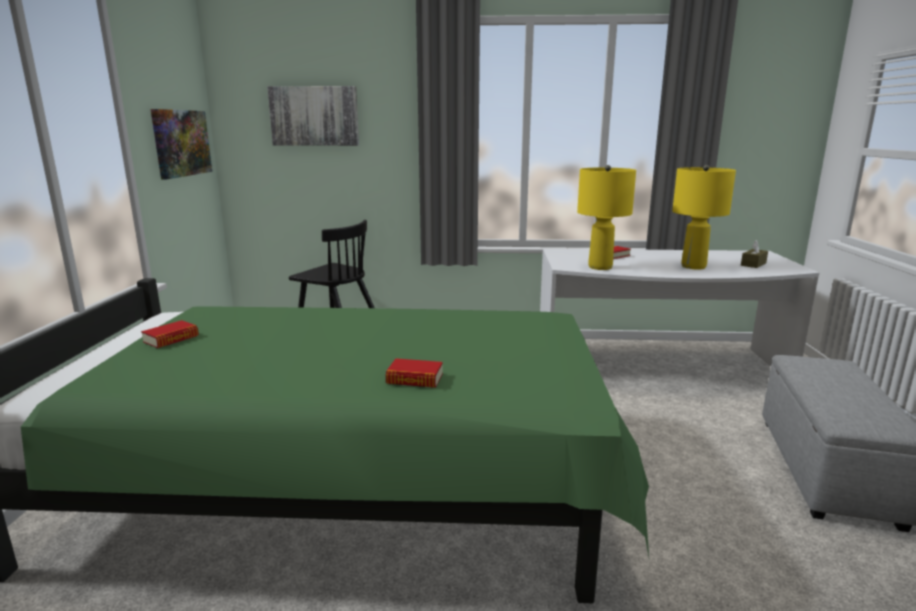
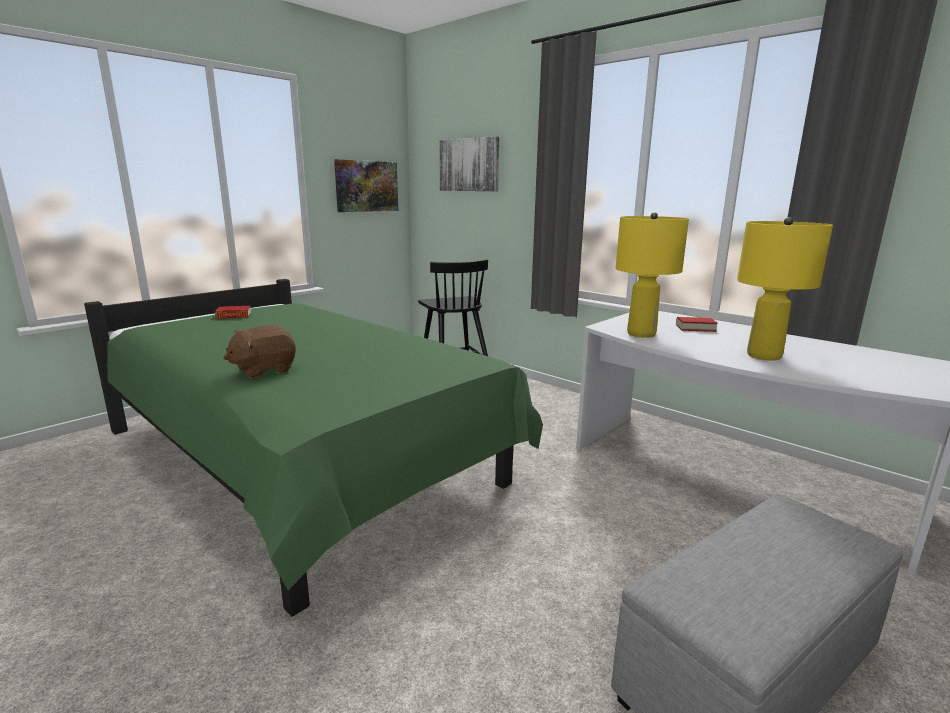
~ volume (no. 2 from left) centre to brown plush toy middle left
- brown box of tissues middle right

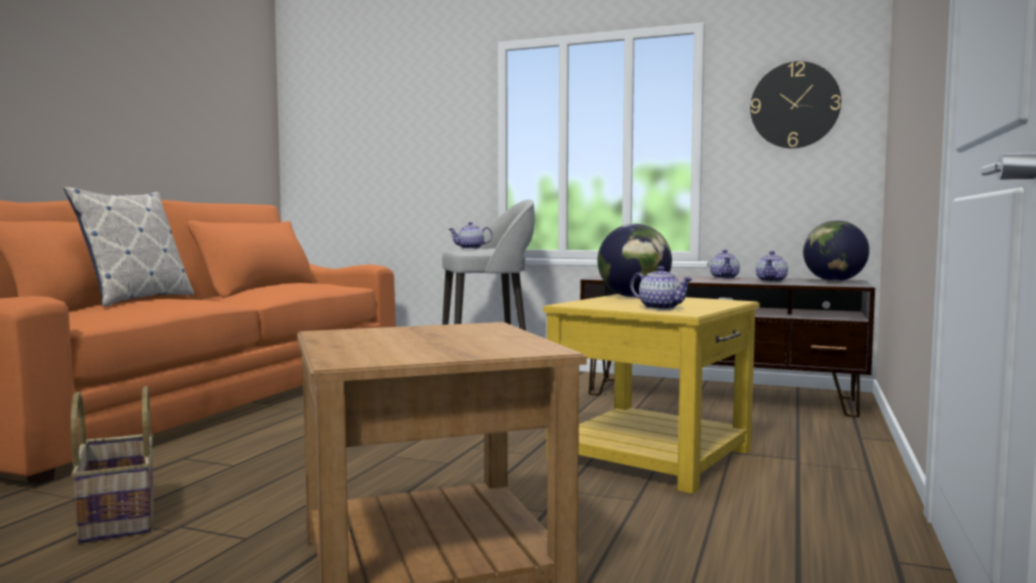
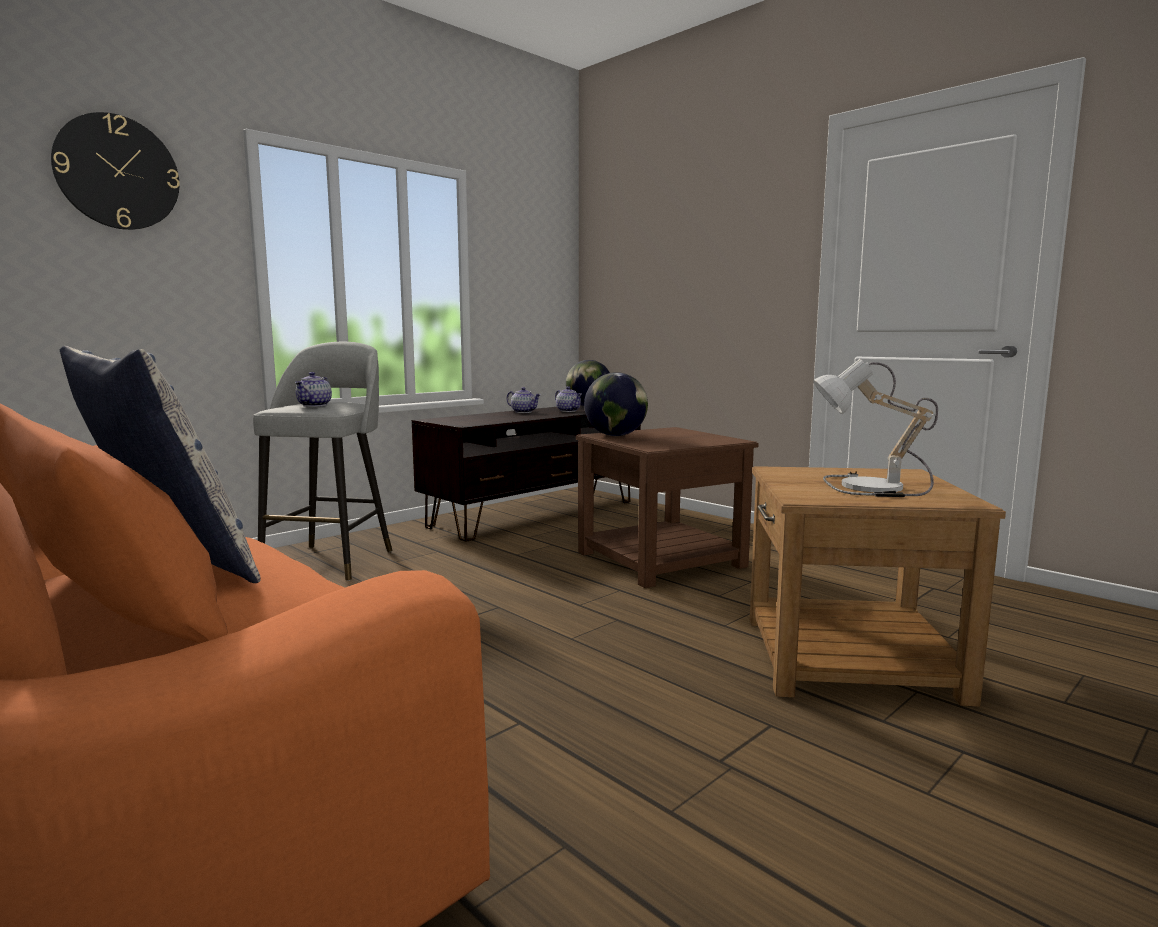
~ wall clock top right to top left
~ yellow end table bottom centre to brown end table (no. 1 from left) centre
+ lamp for a table middle right
- household basket bottom left
- tea pot (no. 2 from left) centre

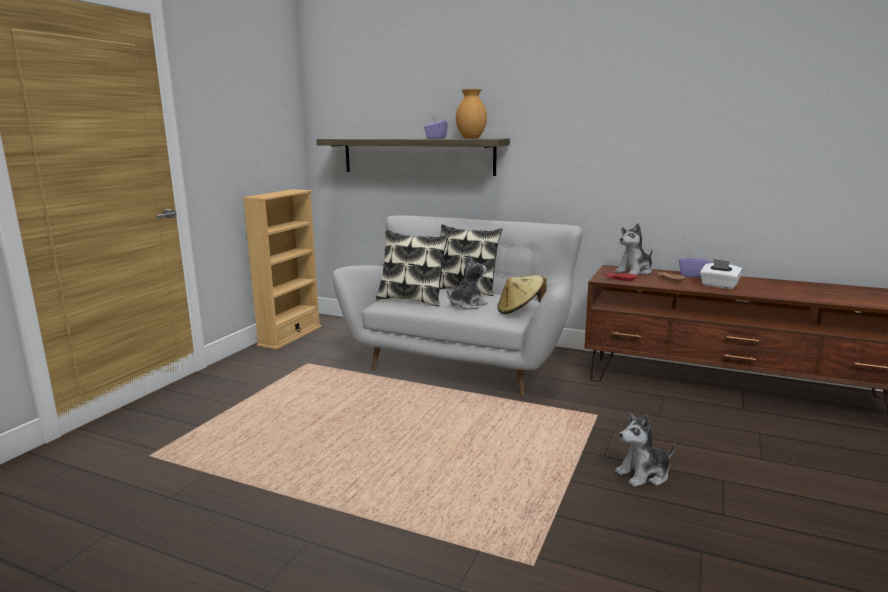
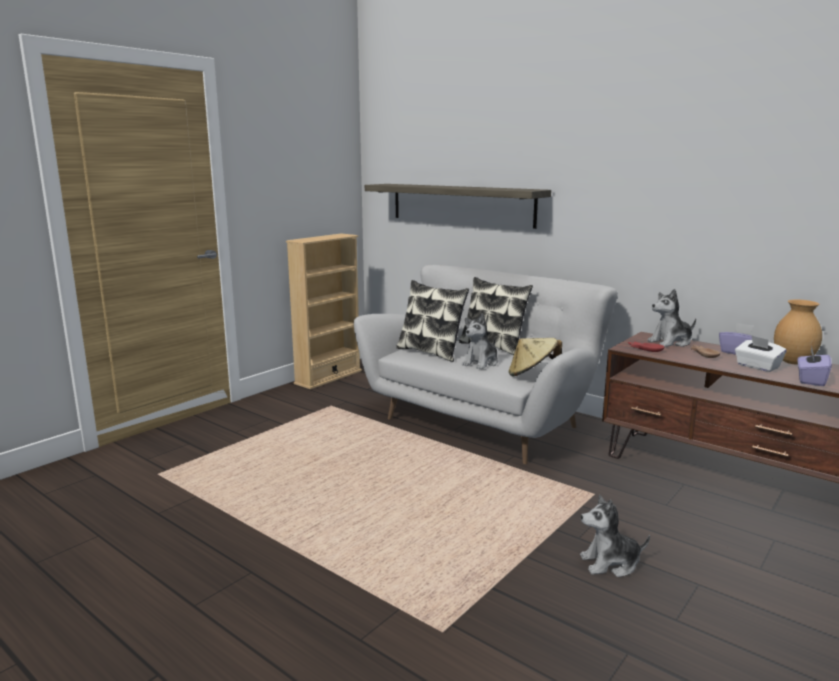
~ plush toy (no. 1 from left) centre = centre 150 degrees clockwise
~ brown flower vase top centre to middle right
~ purplish box of tissues (no. 1 from left in the first image) top centre to purplish box of tissues (no. 2 from left) middle right

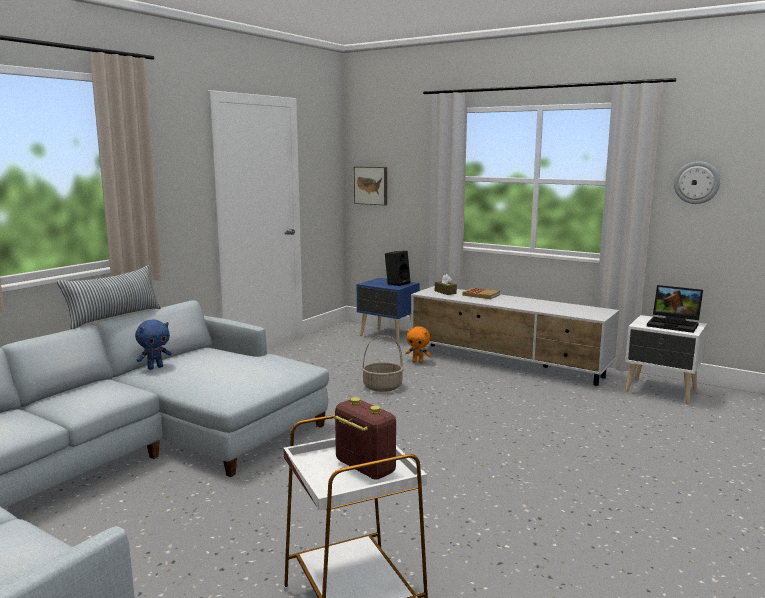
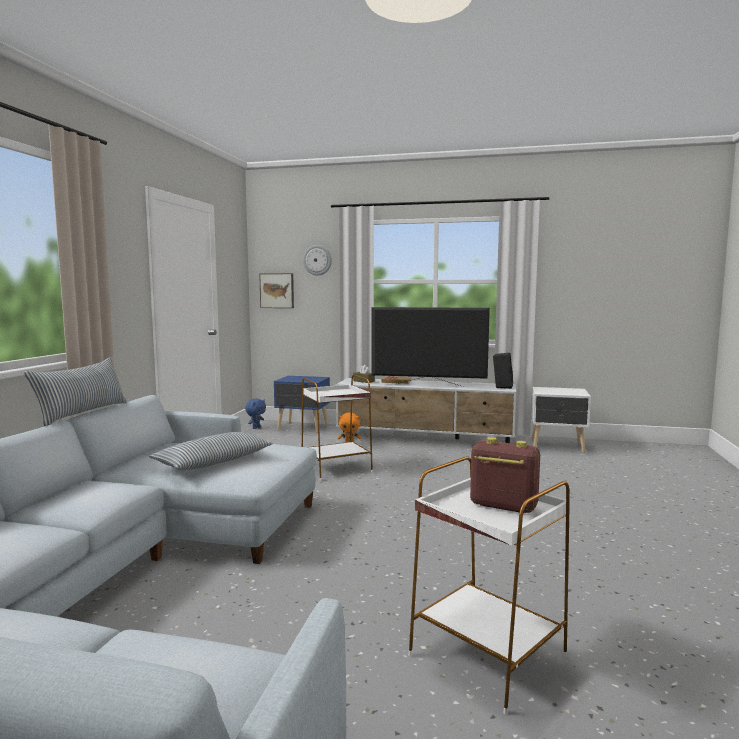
+ throw pillow (no. 2 from left) middle left
~ bluish plush toy middle left to centre
~ household basket centre to whitish end table (no. 1 from left) centre
~ wall clock top right to centre
+ television centre
~ black-coloured audio speaker centre to middle right
- laptop middle right

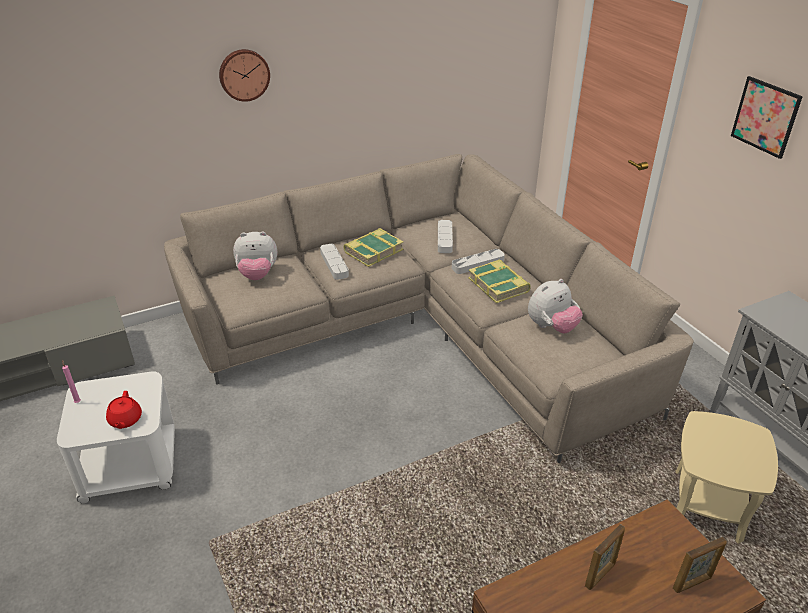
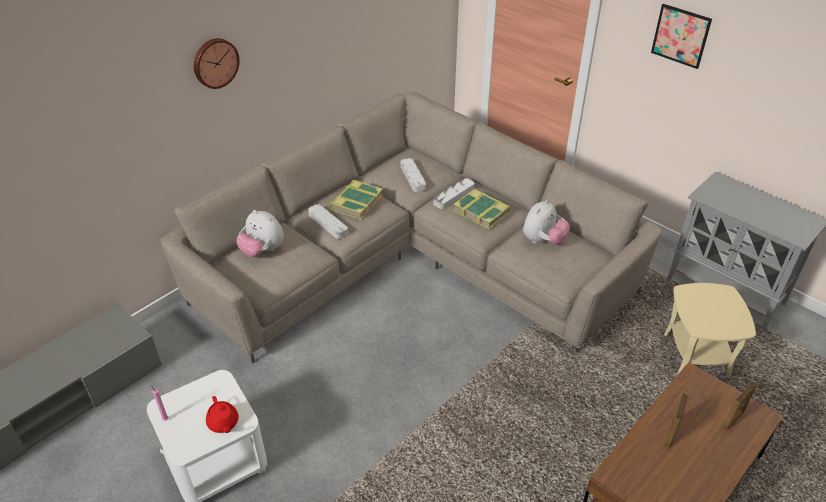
~ plush toy (no. 1 from left) middle left = middle left 60 degrees clockwise

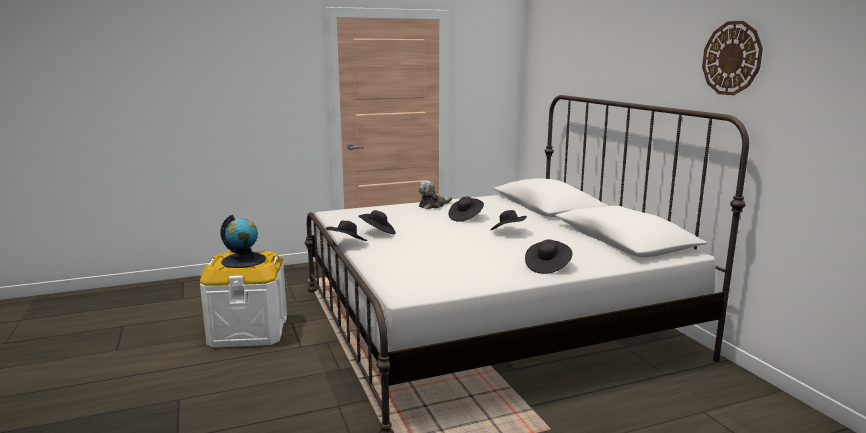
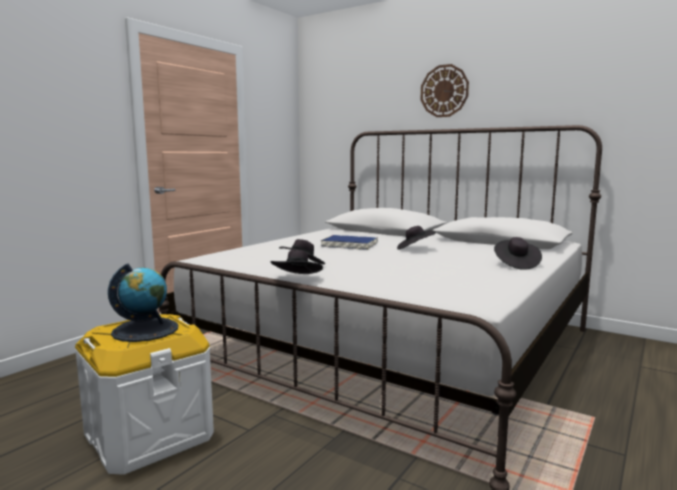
~ black-coloured hat (no. 3 from left) centre to bluish volume centre
~ wall clock top right to top centre
- plush toy centre

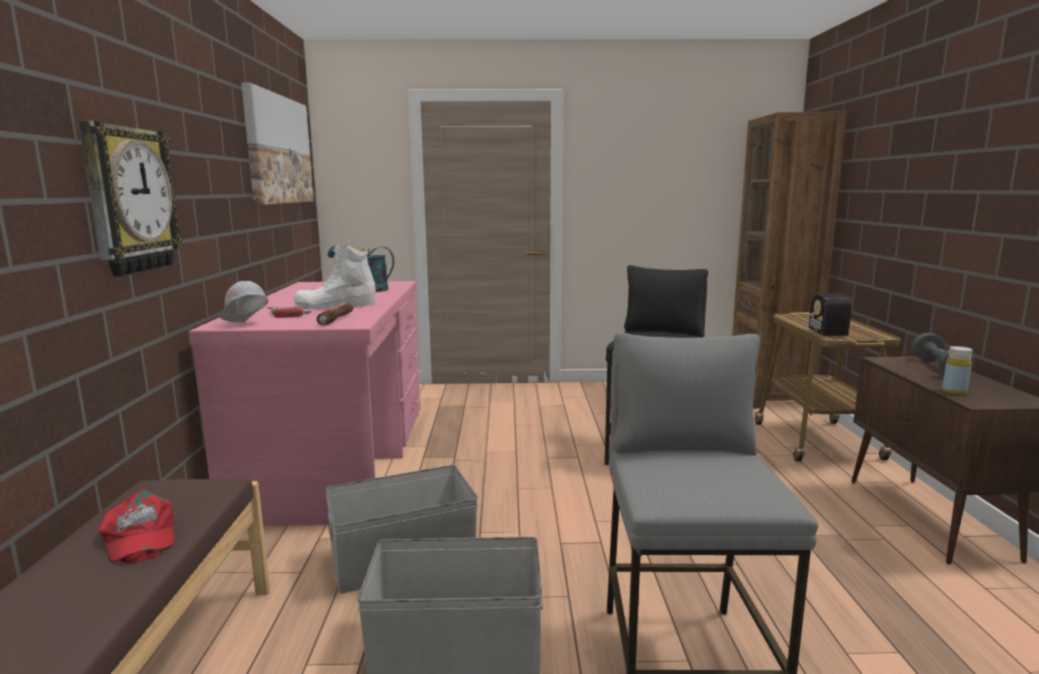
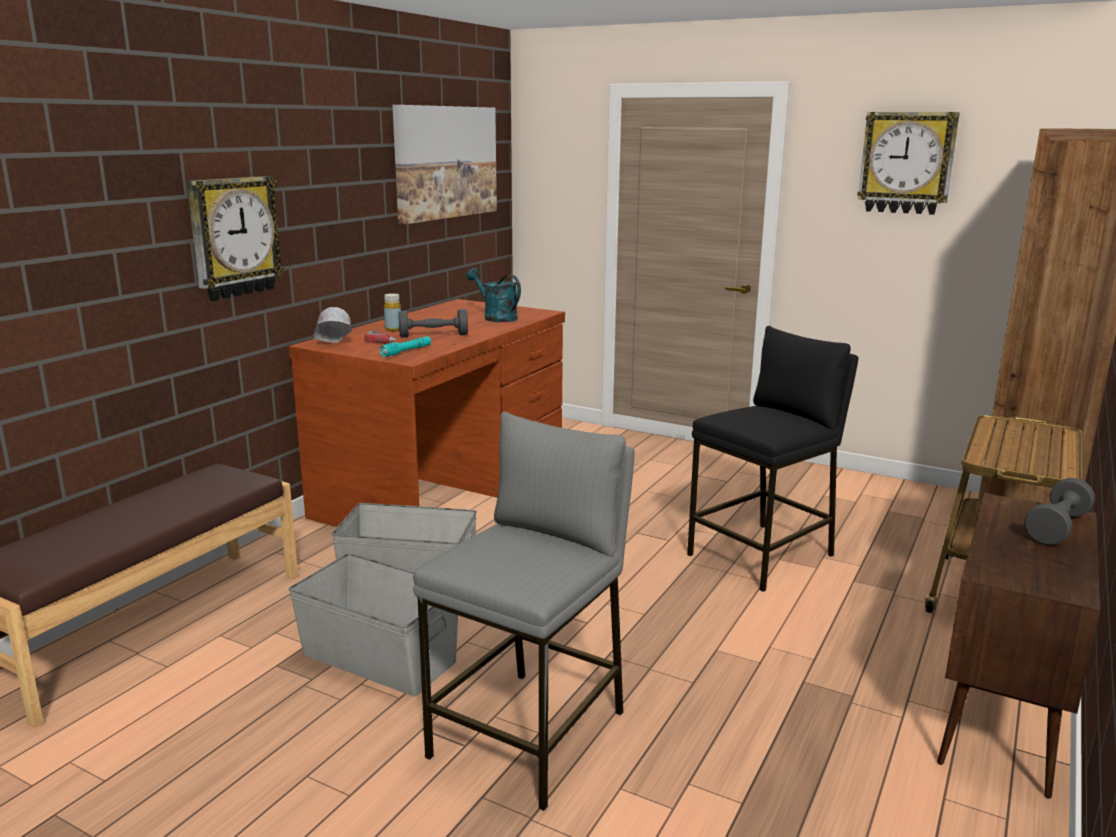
~ pink-coloured desk table middle left to brown desk table centre
~ brown flashlight middle left to blue-green flashlight centre
~ yellow beverage bottle middle right to centre
~ whitish boot middle left to greyish dumbbell (no. 1 from left) centre
+ wall clock (no. 2 from left) top right
- red peaked cap bottom left
- radio middle right

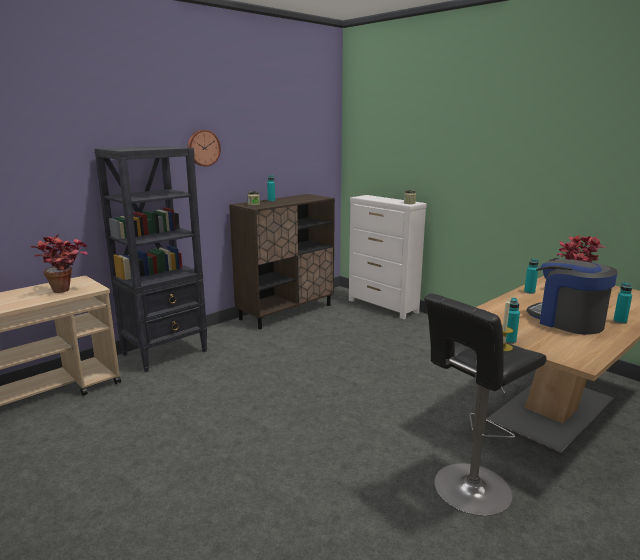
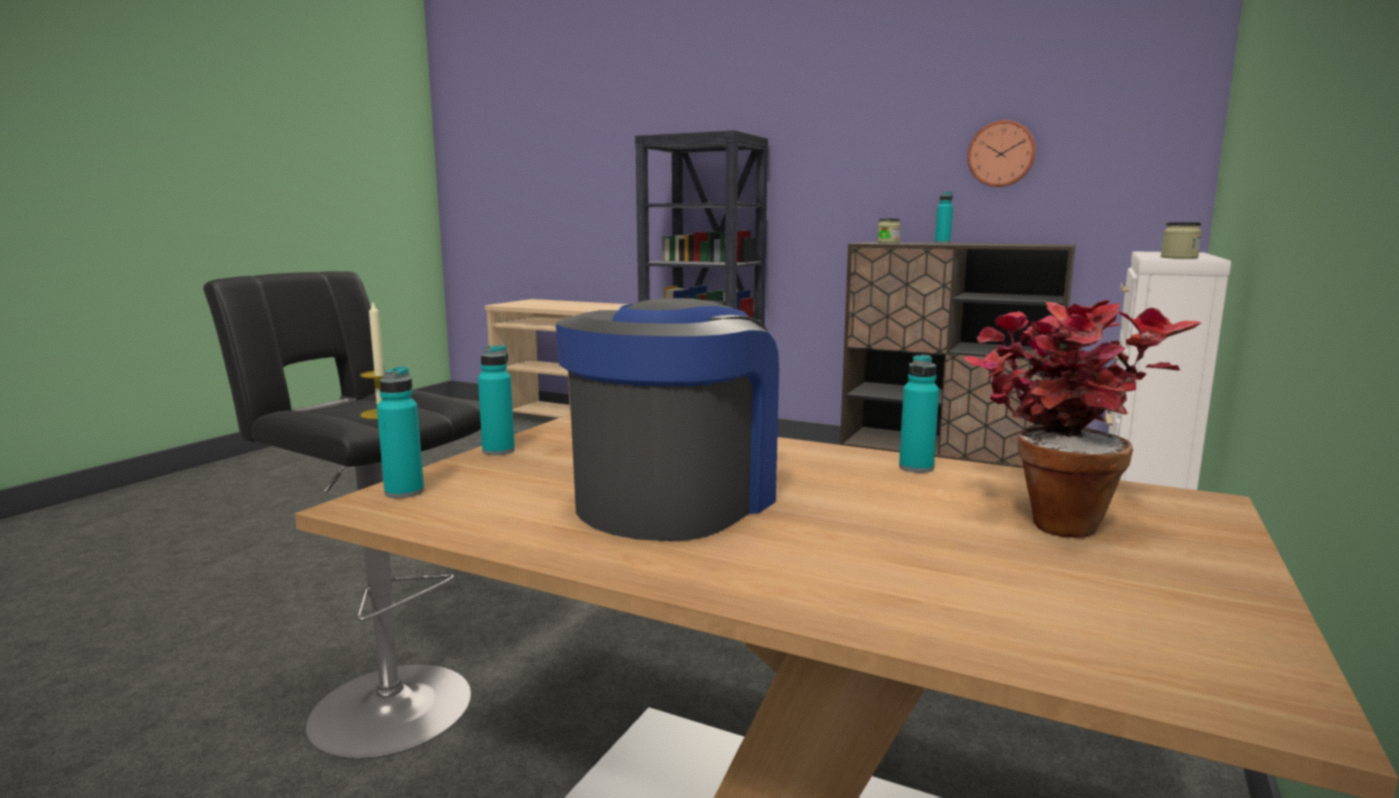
~ blue-green beverage bottle (no. 4 from left in the first image) middle right to blue-green beverage bottle (no. 1 from left) middle left
~ wall clock top left to top right
- potted plant (no. 1 from left) middle left

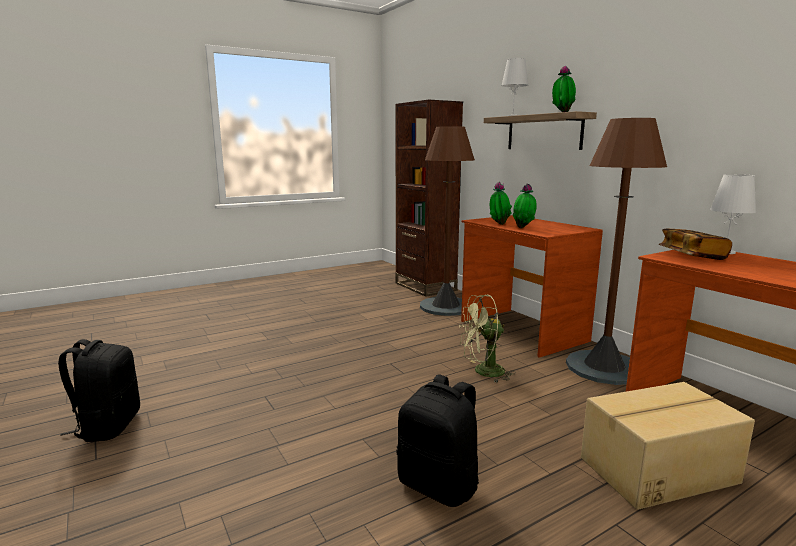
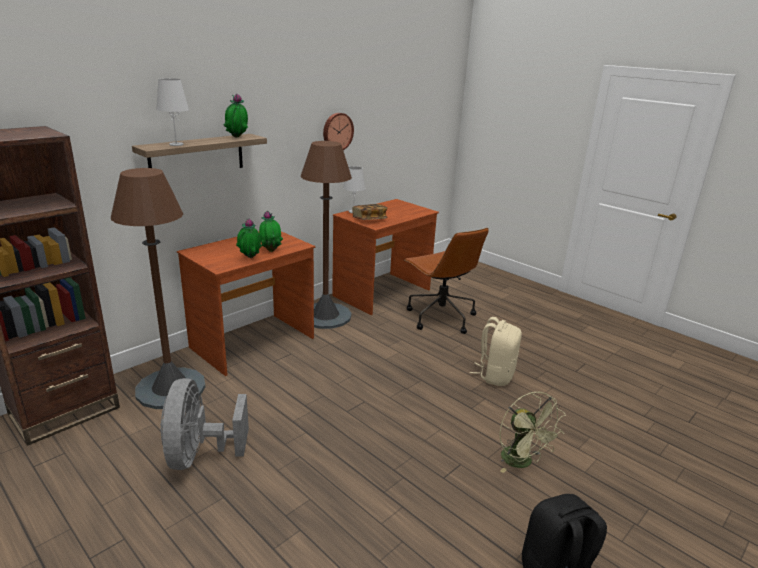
+ greyish cooling fan bottom left
+ wall clock top centre
~ cardboard box bottom right to brown desk chair centre
~ black-coloured backpack (no. 2 from left) bottom centre to beige backpack centre
~ green-coloured cooling fan centre to bottom right

